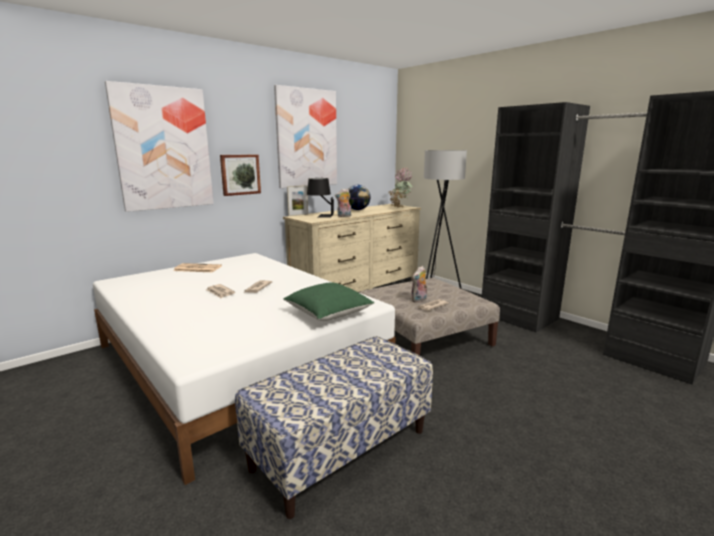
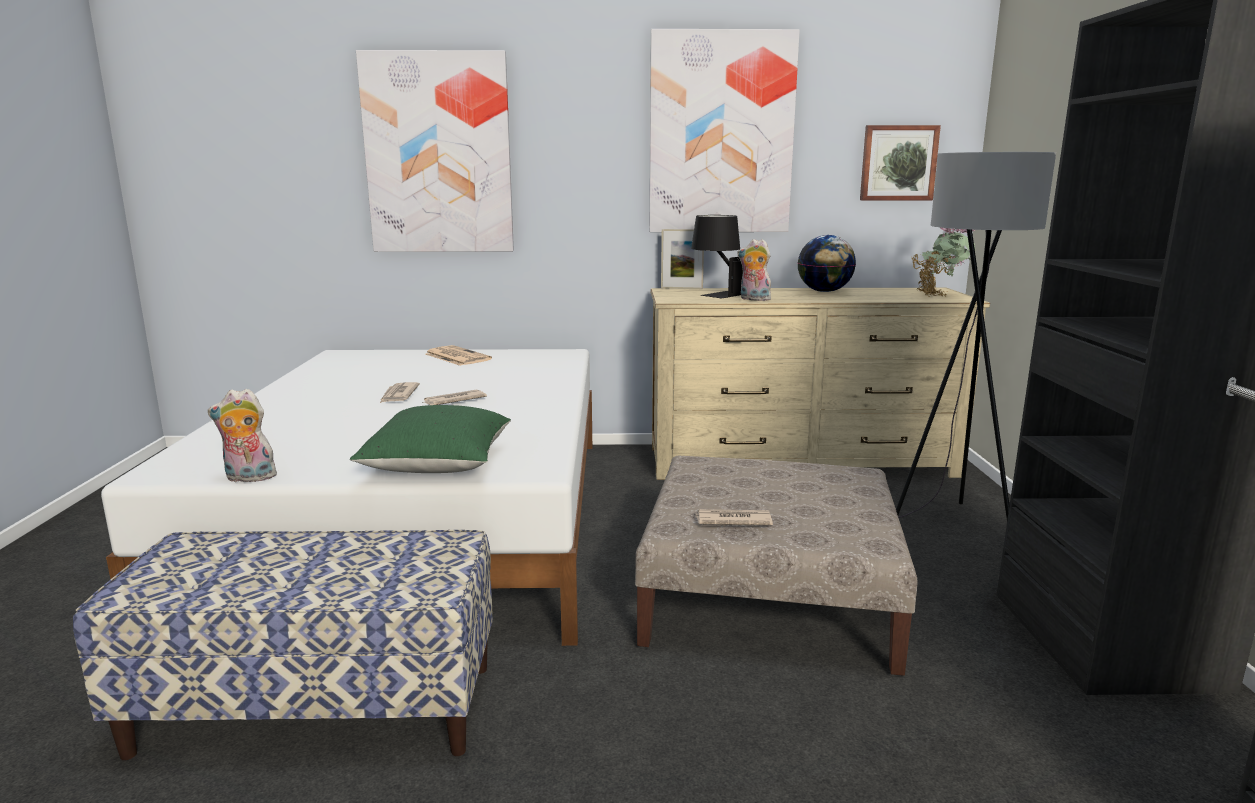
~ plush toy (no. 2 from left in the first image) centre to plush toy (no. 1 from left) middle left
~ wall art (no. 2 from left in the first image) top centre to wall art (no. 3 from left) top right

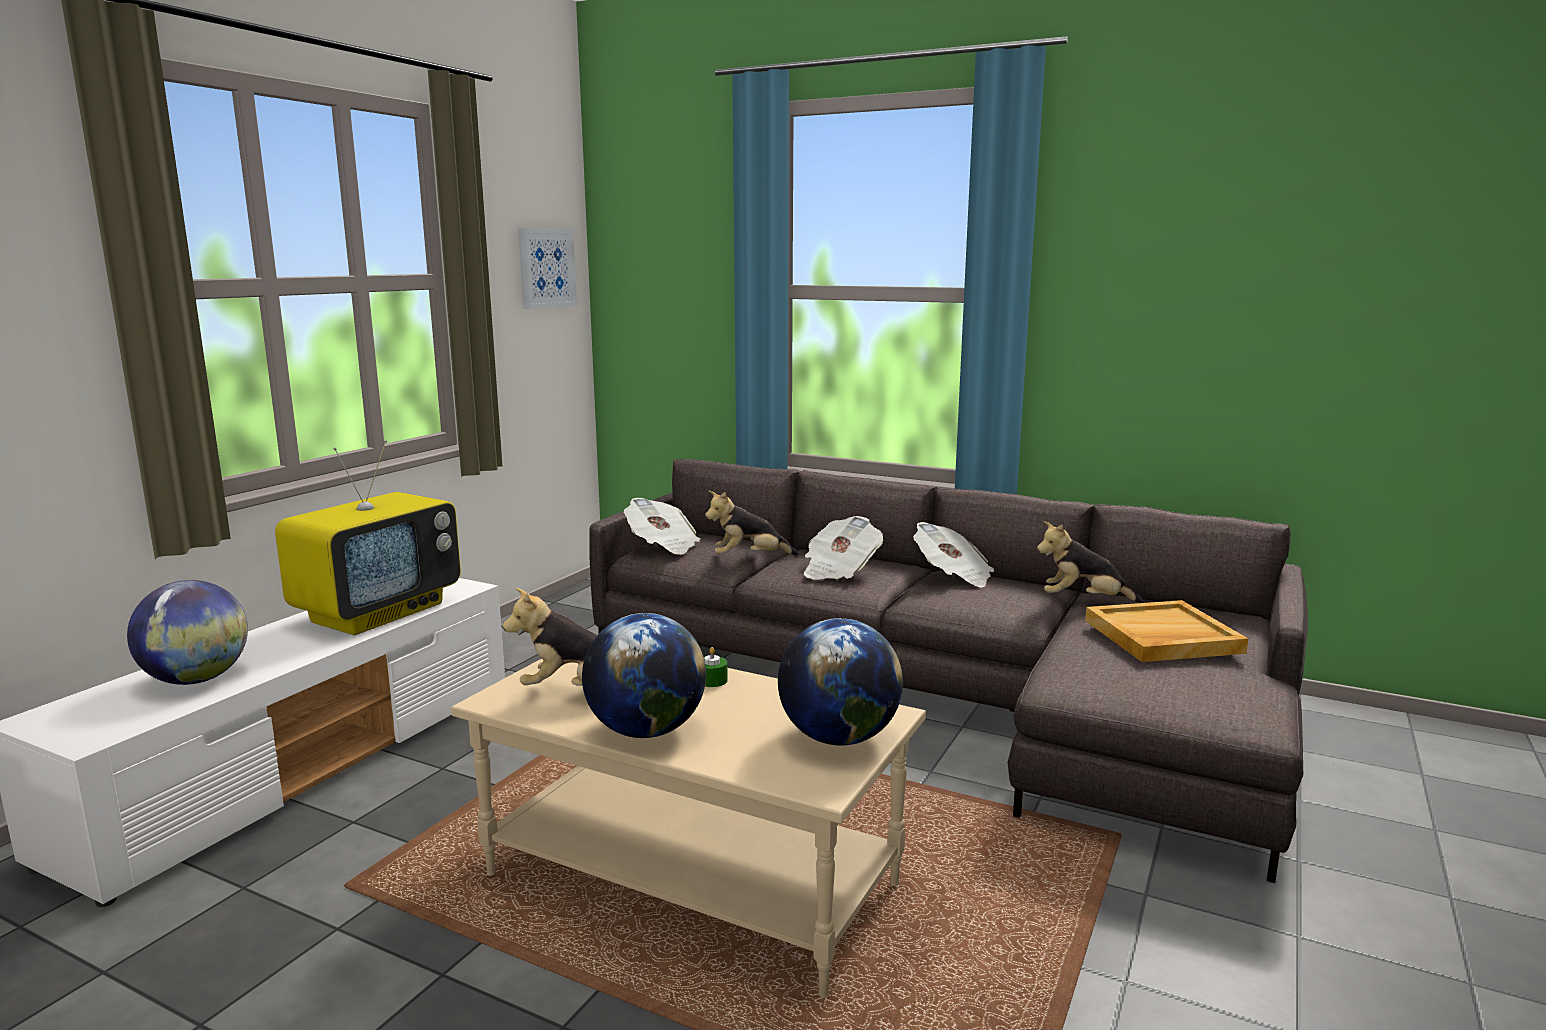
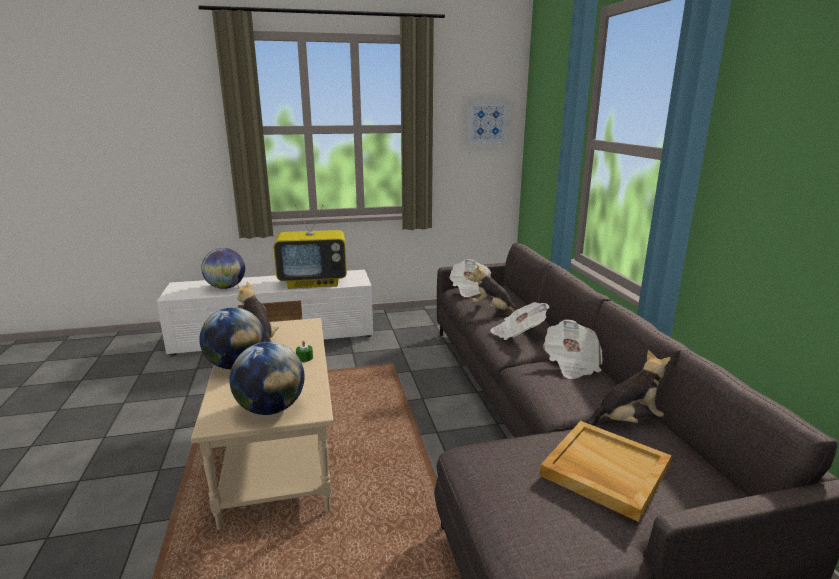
~ plush toy (no. 3 from left) middle right = bottom right 105 degrees clockwise

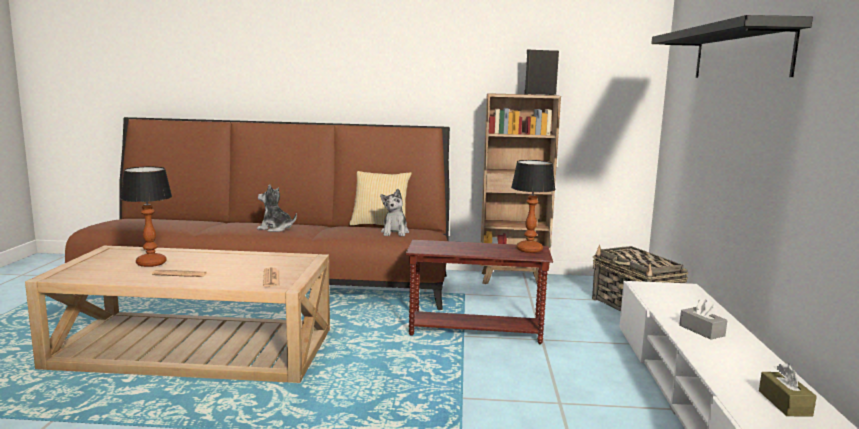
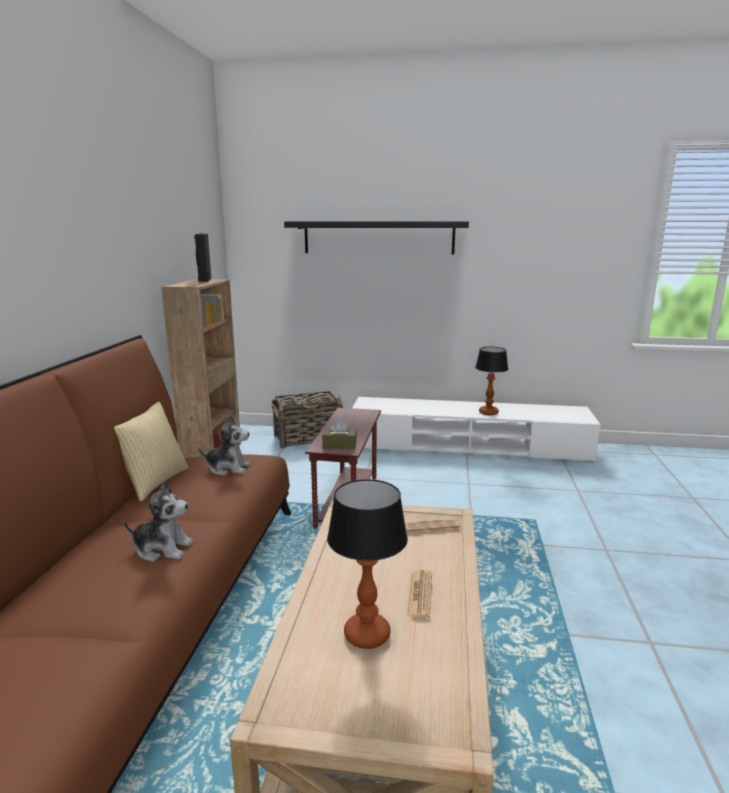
~ plush toy (no. 1 from left) middle left = middle left 105 degrees counterclockwise
~ brown box of tissues bottom right to centre
~ lamp for a table (no. 2 from left) centre to middle right
- greyish box of tissues bottom right

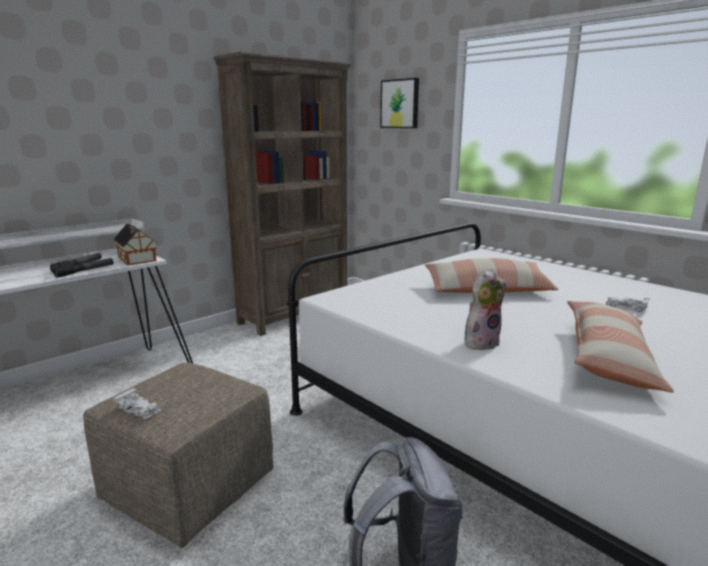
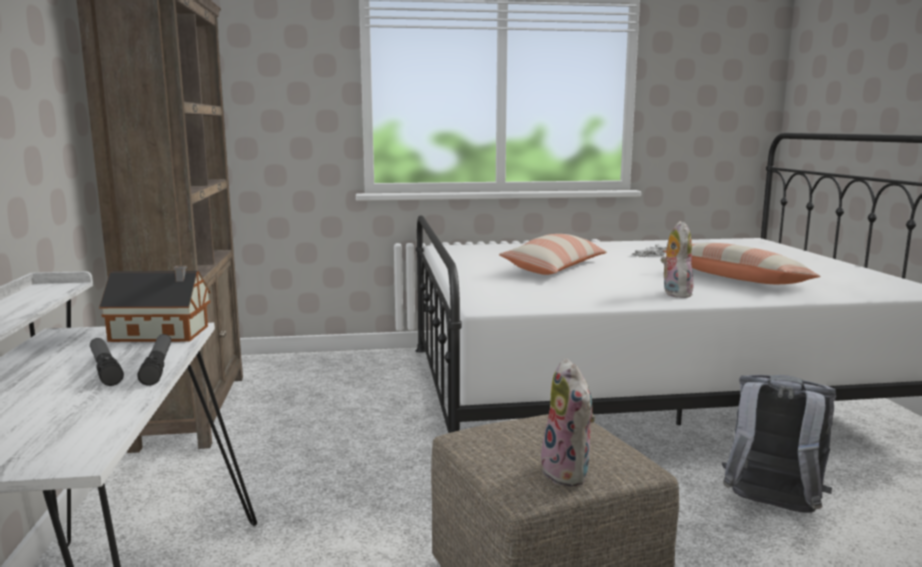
~ whitish model car (no. 1 from left) bottom left to plush toy (no. 1 from left) bottom centre
- wall art top centre

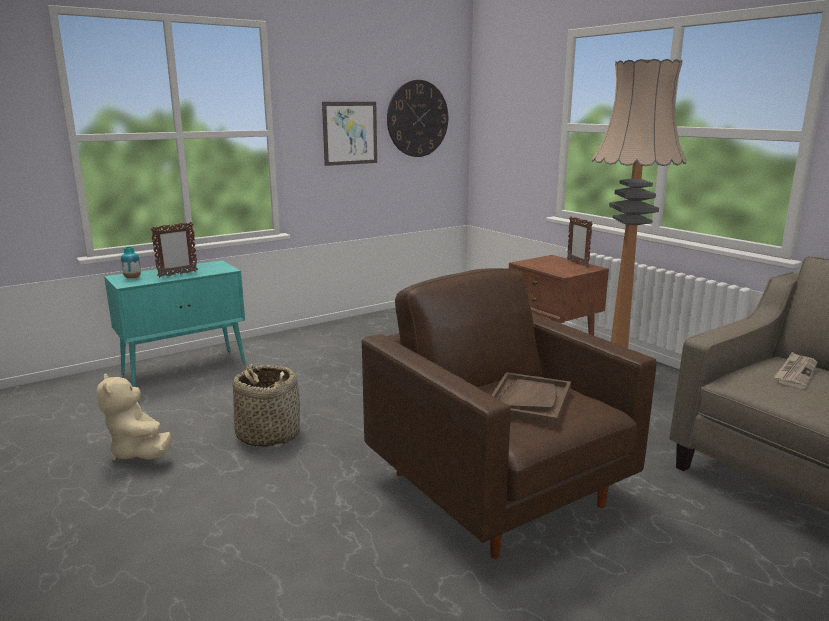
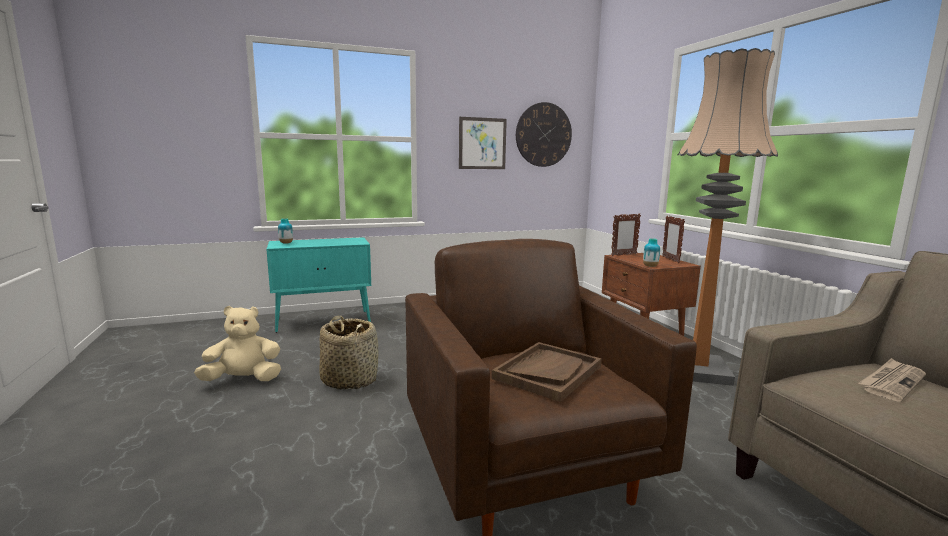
~ beige plush toy bottom left = middle left 90 degrees clockwise
~ standing frame (no. 1 from left) middle left to centre
+ flower vase (no. 2 from left) middle right

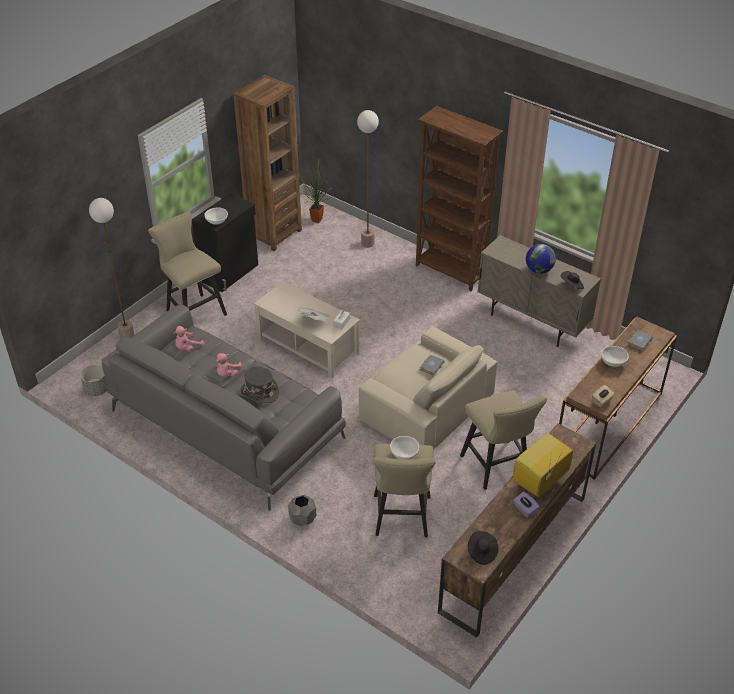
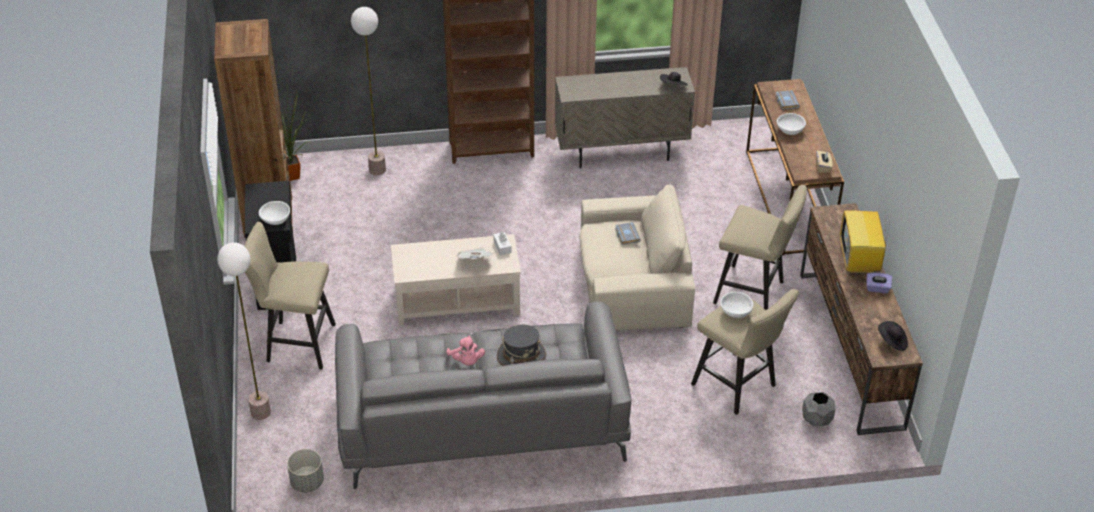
~ greyish flower pot (no. 2 from left) bottom centre to bottom right
- pink-coloured plush toy (no. 1 from left) middle left
- desk globe middle right

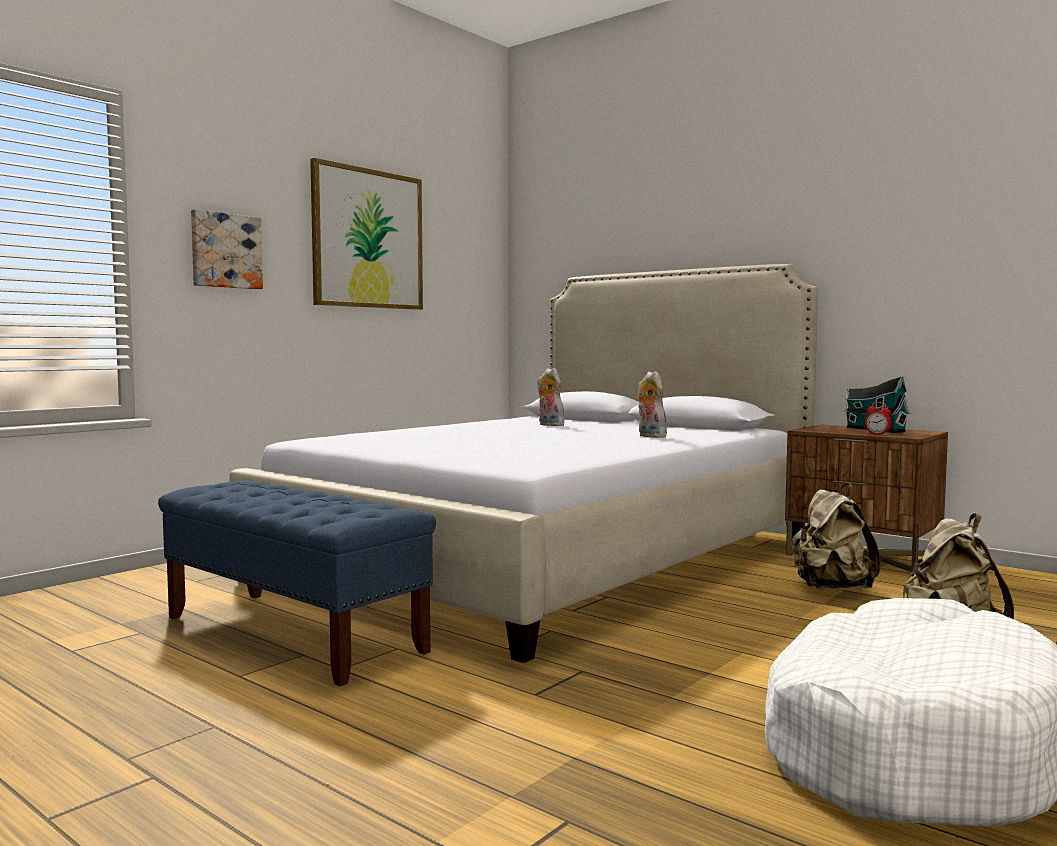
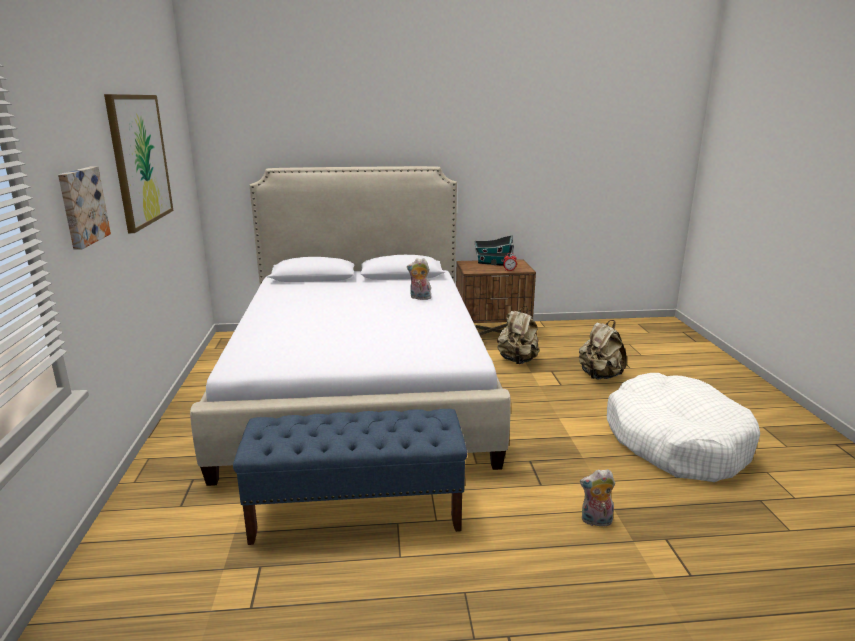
~ plush toy (no. 1 from left in the first image) centre to plush toy (no. 2 from left) bottom right

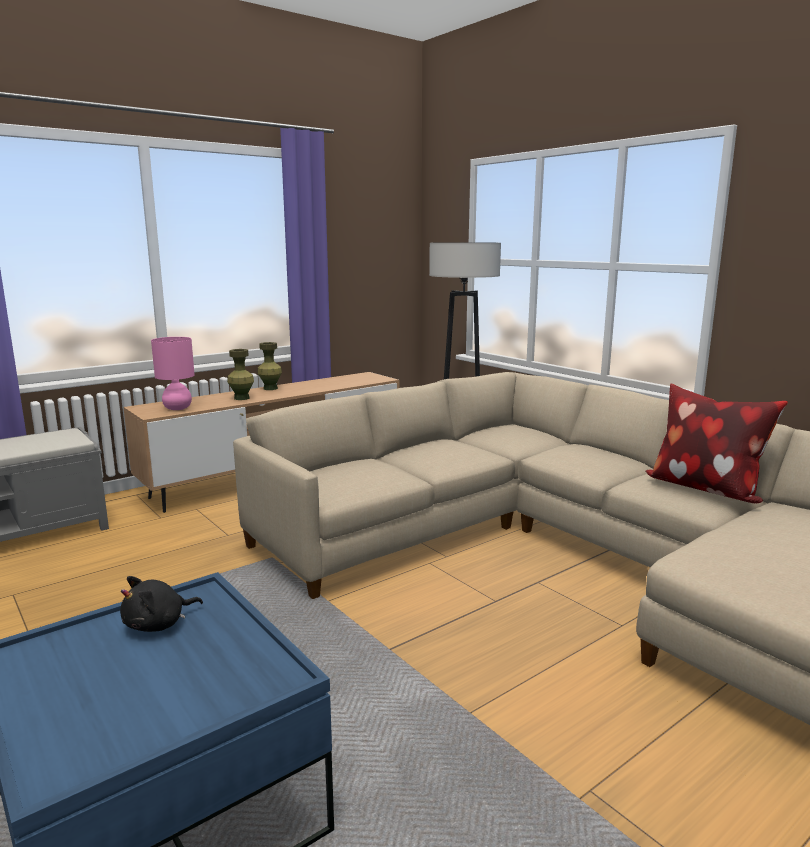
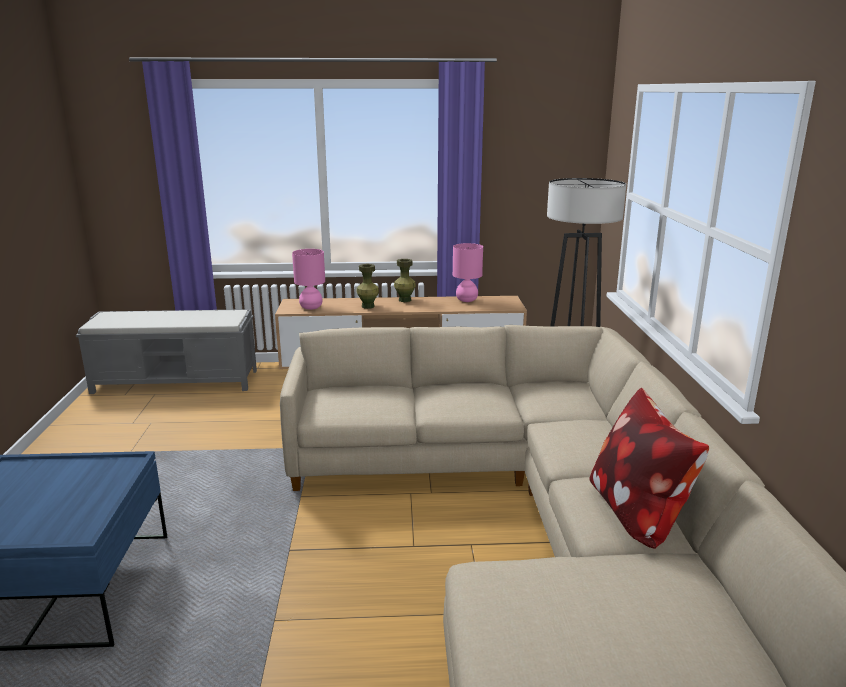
+ pink-coloured lamp for a table (no. 2 from left) centre
- black-coloured plush toy bottom left

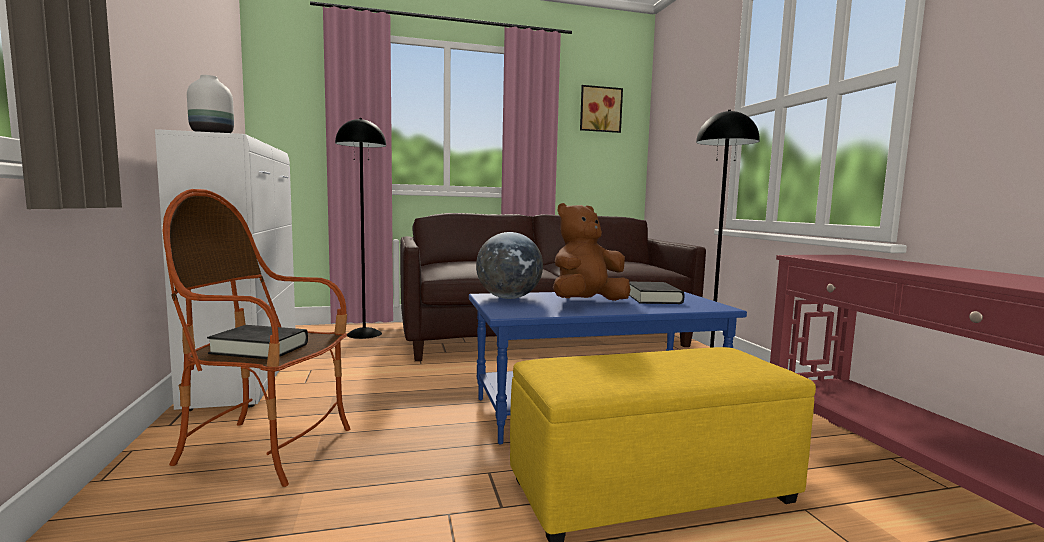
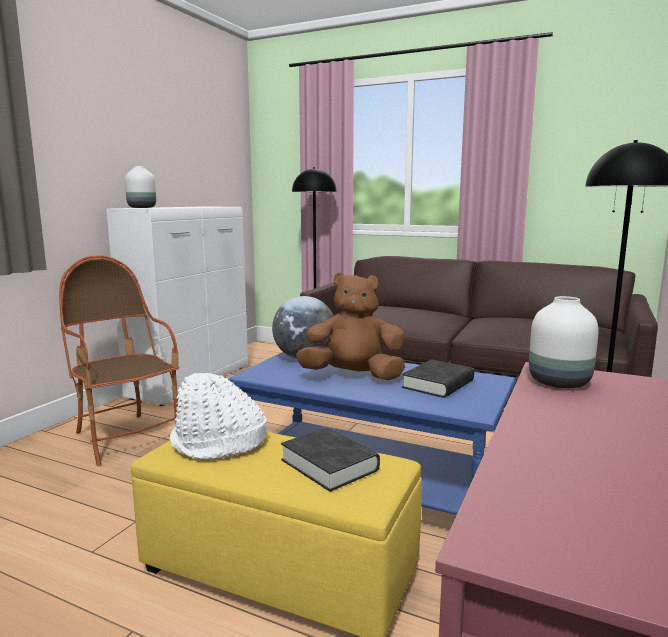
+ whitish hat middle left
~ black-coloured volume (no. 1 from left) middle left to bottom centre
+ whitish flower vase (no. 2 from left) middle right
- wall art top centre

